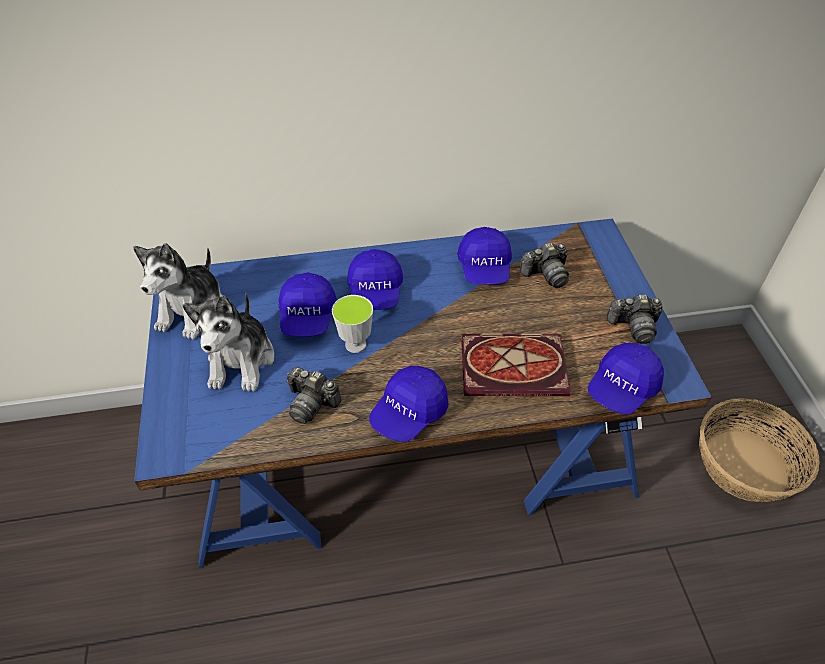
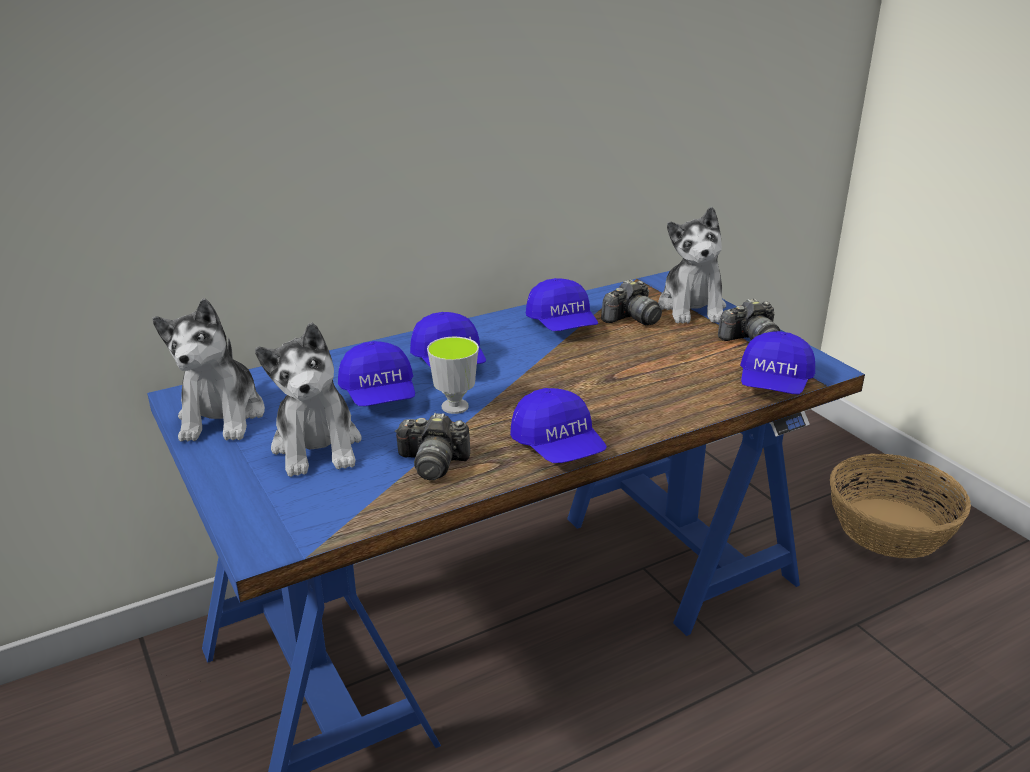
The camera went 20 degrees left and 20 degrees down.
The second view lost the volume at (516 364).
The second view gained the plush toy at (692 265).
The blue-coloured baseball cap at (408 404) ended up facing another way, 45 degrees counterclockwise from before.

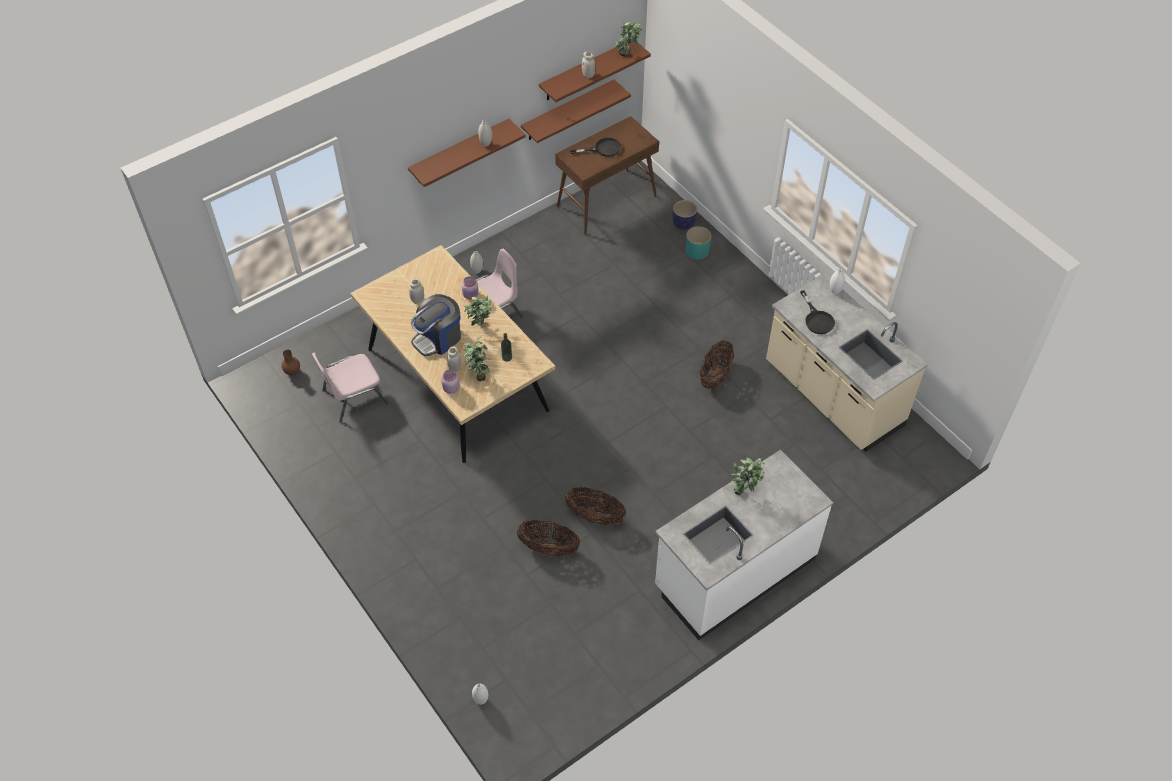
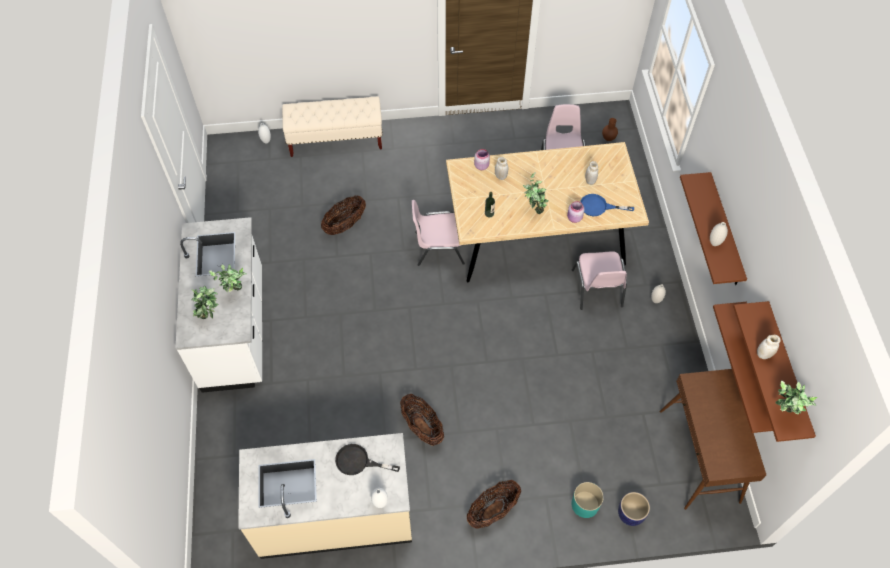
The camera went 120 degrees right and 5 degrees up.
The second view lost the coffee machine at (436 325).
The second view lost the blackish frying pan at (595 147).
The second view gained the beige-coloured bench at (332 127).
The second view gained the pink chair at (438 233).
The second view gained the blue-coloured frying pan at (607 205).
The plant in a pot ended up elsewhere, having gone from (477 358) to (204 302).
The storage basket ended up elsewhere, having gone from (595 506) to (494 504).

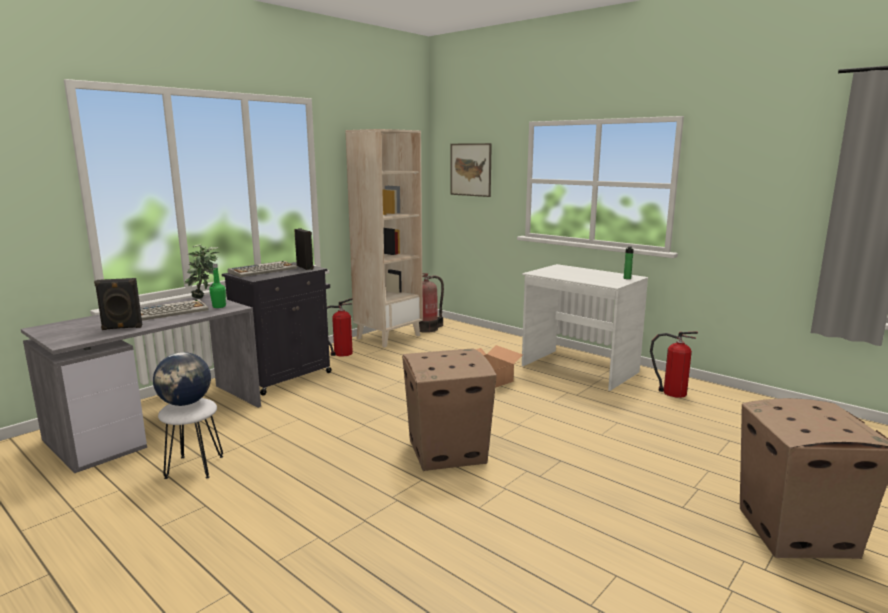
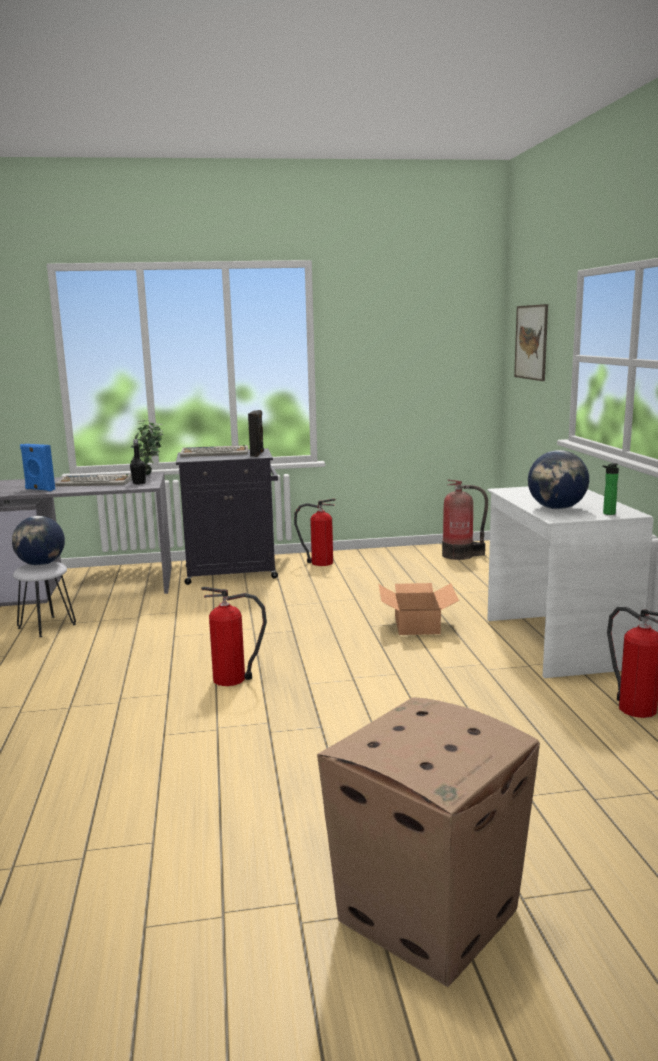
The camera went 40 degrees right and 0 degrees up.
The second view lost the beige-coloured bookshelf at (384 238).
The second view gained the desk globe at (558 480).
Where the cardboard box stood at (449 410), the fire extinguisher came to stand at (234 636).
What was the blackish audio speaker at (118 304) turned into the blue-coloured audio speaker at (37 467).
What was the green-coloured bottle at (217 285) turned into the blackish bottle at (138 462).

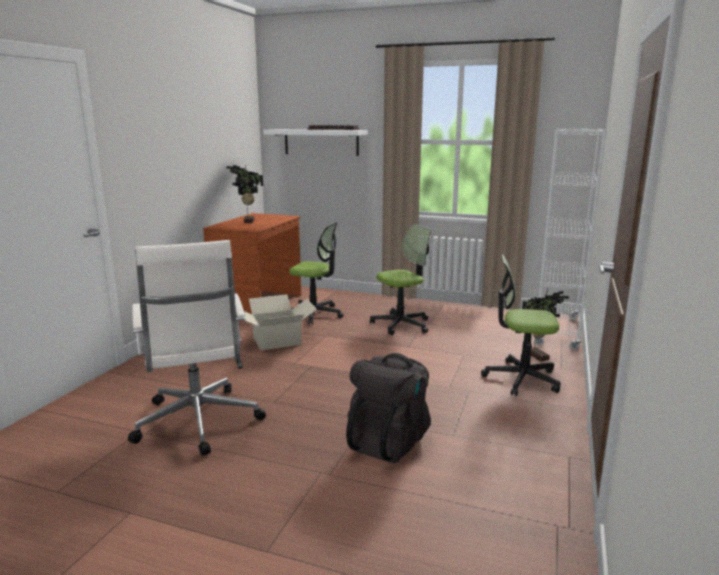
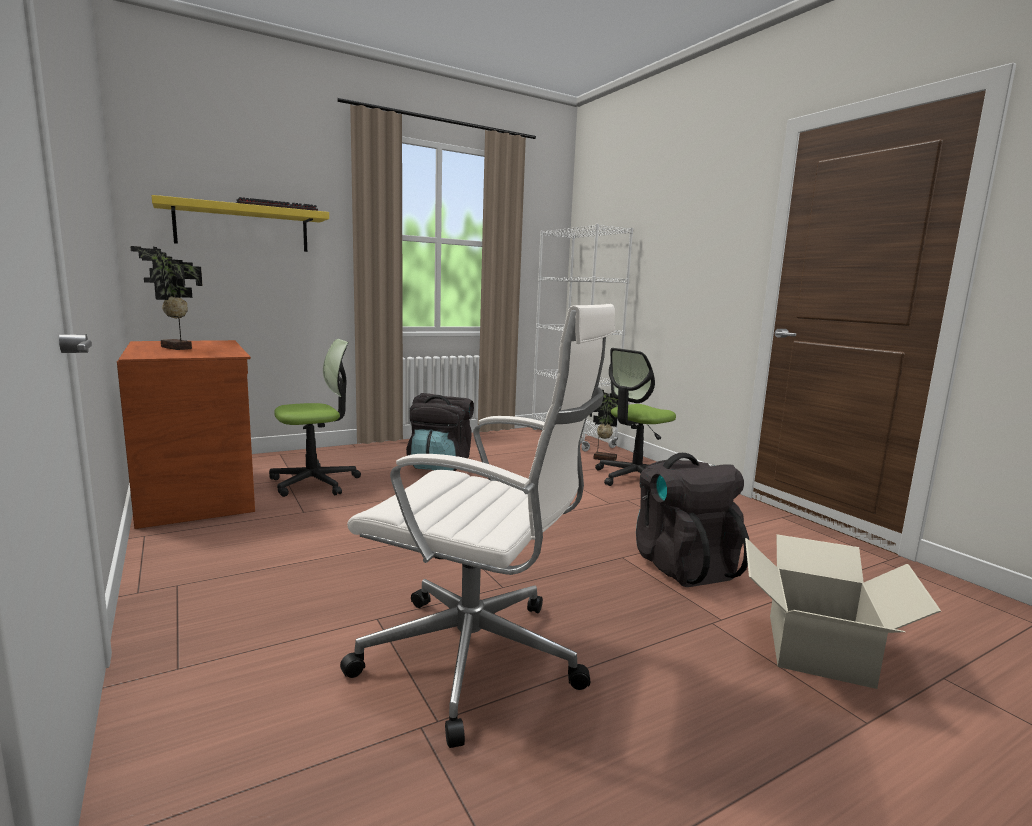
The camera went 50 degrees left and 5 degrees down.
The cardboard box ended up elsewhere, having gone from (280 322) to (843 611).
Where the computer chair stood at (400 279), the blackish backpack came to stand at (440 432).
What was the whitish bracket shelf at (315 142) turned into the yellow bracket shelf at (240 223).

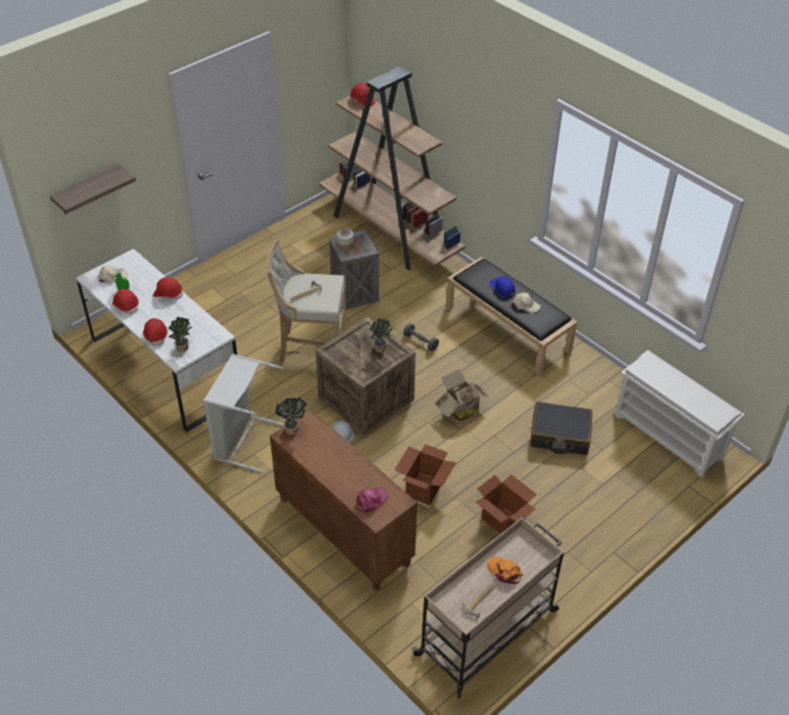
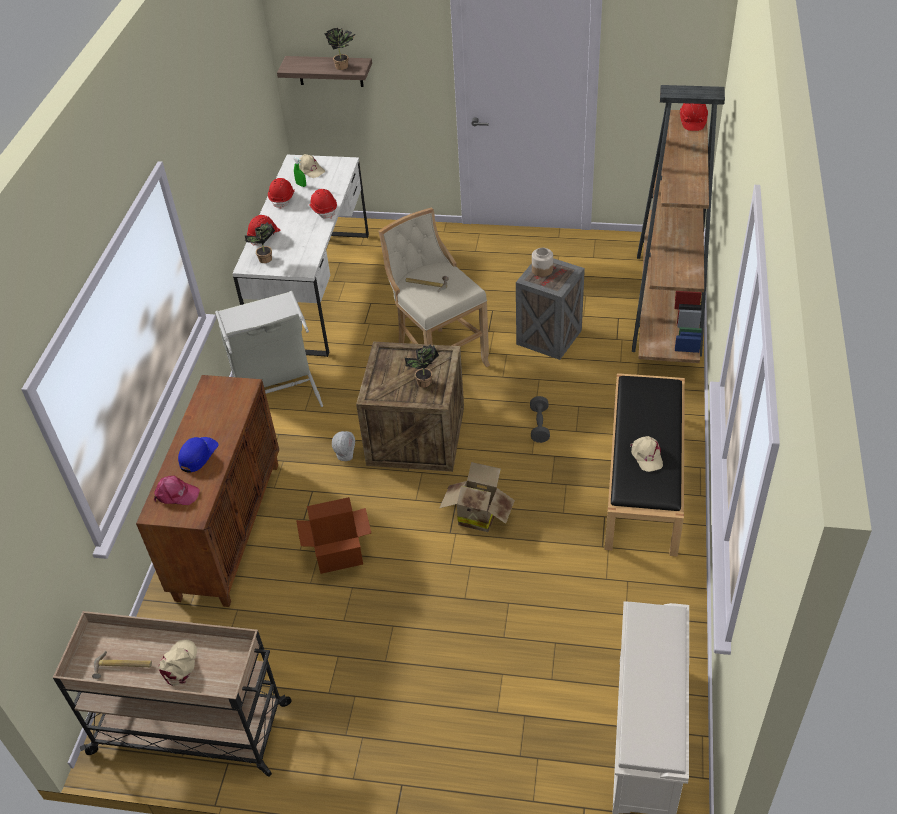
The camera went 55 degrees right and 0 degrees up.
The second view lost the cardboard box at (506 504).
The second view lost the blackish piece of luggage at (561 428).
The plant in a pot ended up elsewhere, having gone from (291 416) to (340 49).
The blue-coloured baseball cap ended up elsewhere, having gone from (502 287) to (198 455).
What was the orange baseball cap at (505 570) turned into the beige-coloured baseball cap at (178 662).

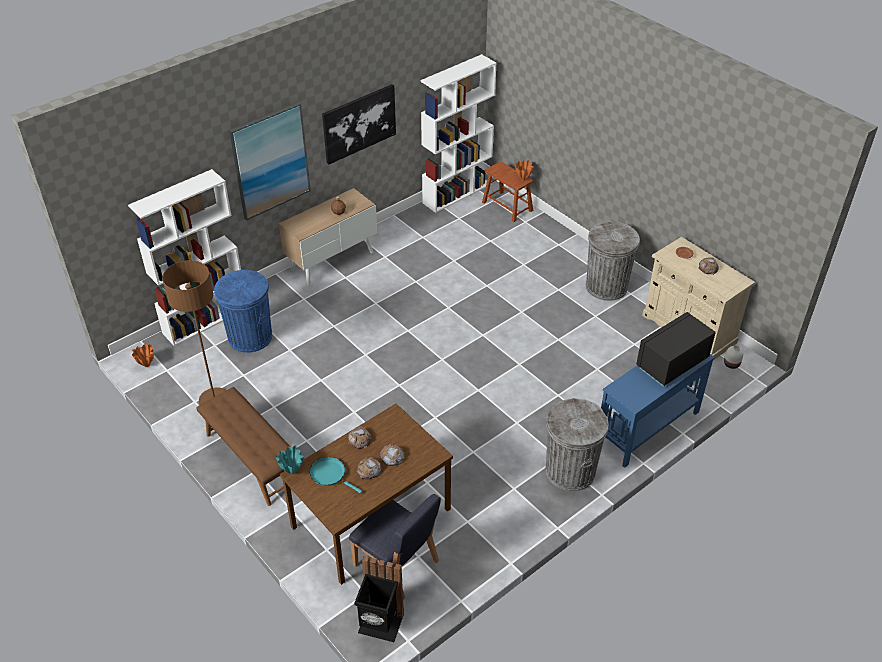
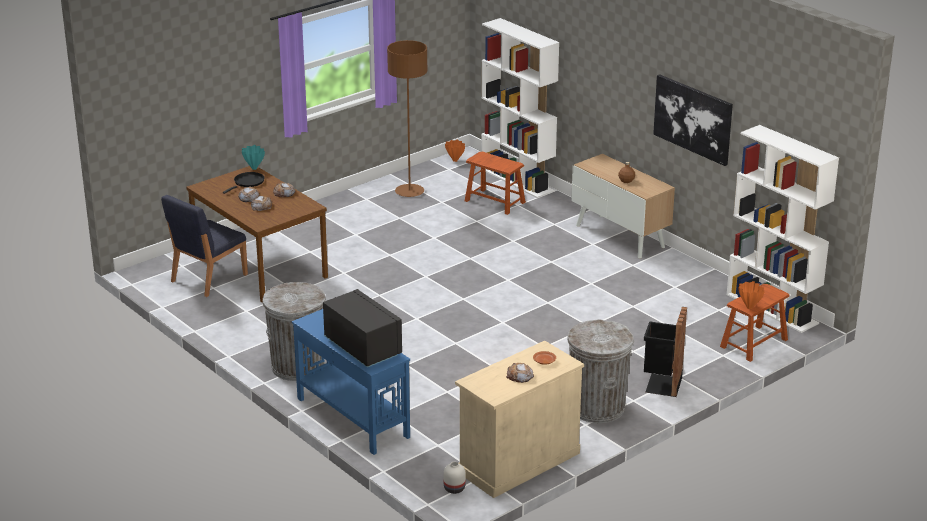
The camera went 90 degrees right and 15 degrees down.
The second view lost the brown bench at (244 446).
The second view lost the wall picture at (270 161).
The blackish rubbish bin ended up elsewhere, having gone from (379 599) to (665 352).
Where the blue-coloured rubbish bin stood at (243 311), the brown stool seat came to stand at (495 183).
What was the turquoise-coloured frying pan at (336 475) turned into the blackish frying pan at (243 183).

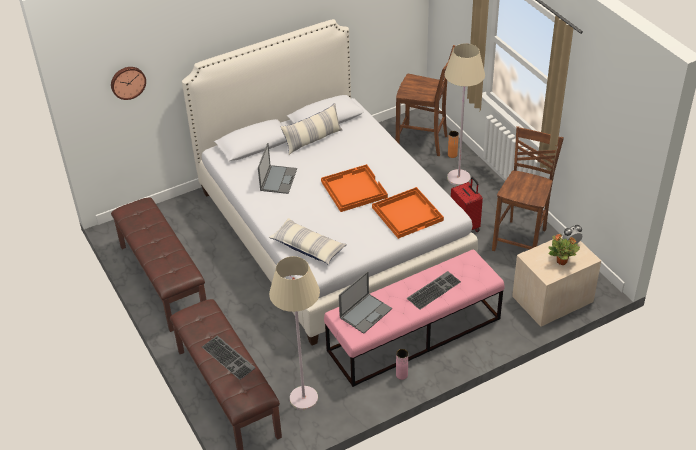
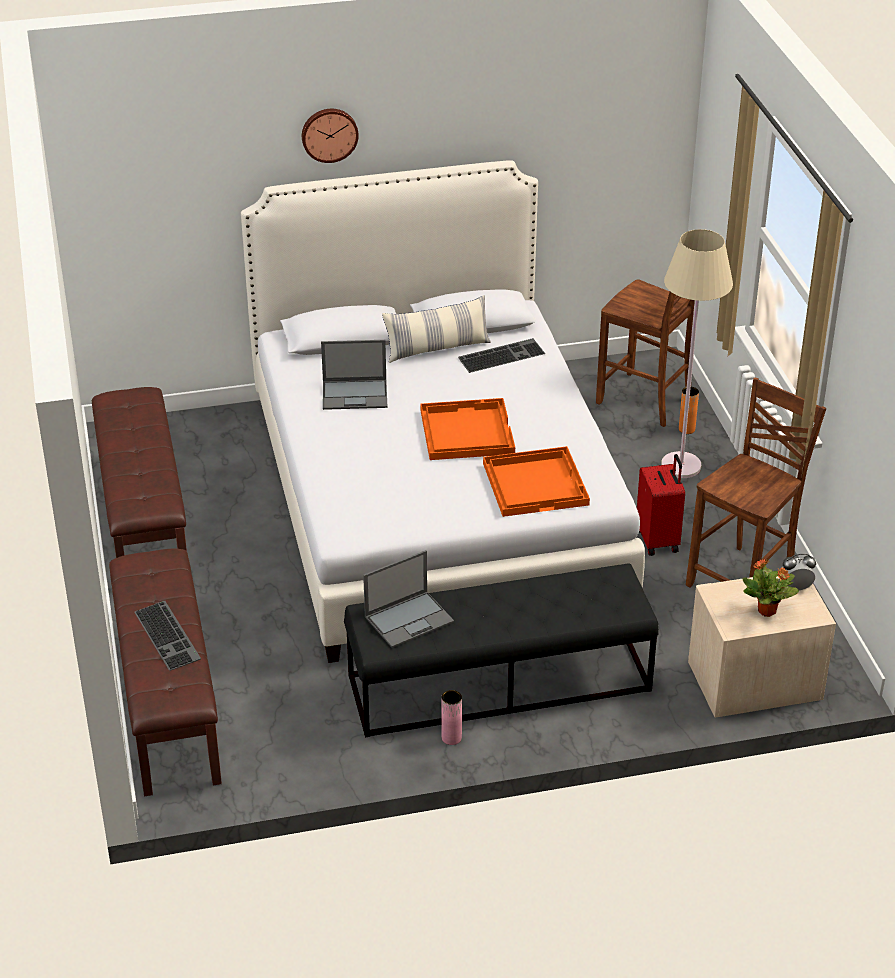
The camera went 15 degrees right and 5 degrees down.
The second view lost the pillow at (307 241).
The second view lost the beige-coloured standing lamp at (294 333).
The clock on the wall ended up elsewhere, having gone from (128 83) to (330 136).
The PC keyboard ended up elsewhere, having gone from (434 290) to (501 355).
What was the pink bench at (414 318) turned into the blackish bench at (501 651).
The portable computer at (277 168) ended up facing another way, 60 degrees clockwise from before.

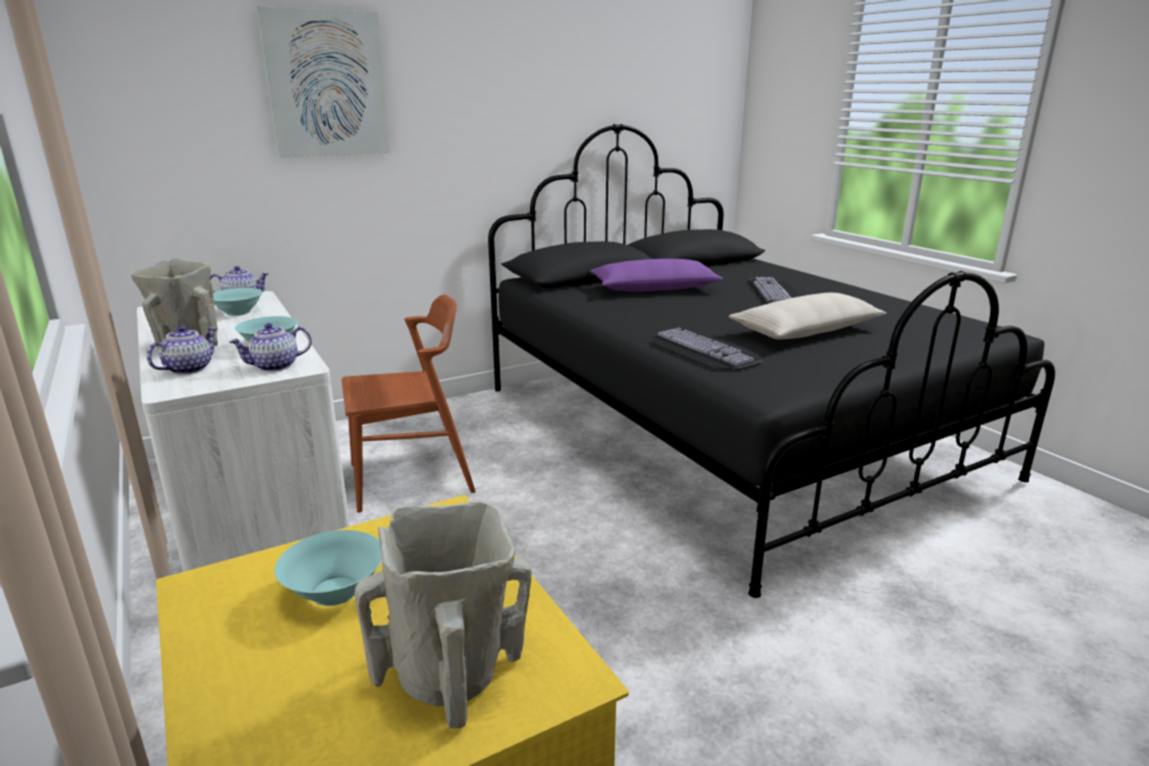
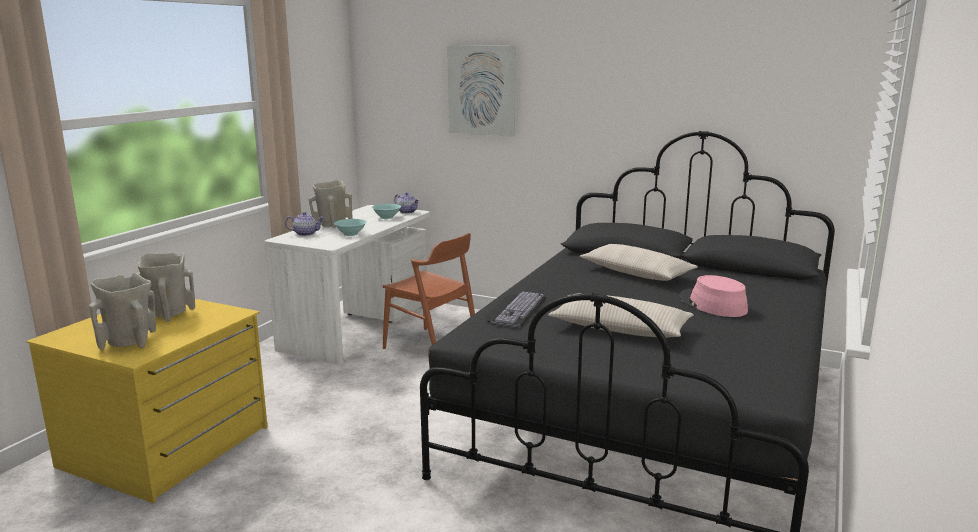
The camera went 55 degrees right and 5 degrees down.
The second view lost the pot for tea at (270 347).
Where the turquoise-coloured serving bowl stood at (328 568), the beige-coloured flower vase came to stand at (166 287).
Where the PC keyboard stood at (774 290), the pink hat came to stand at (713 296).
What was the purple pillow at (656 275) turned into the beige-coloured pillow at (639 262).

